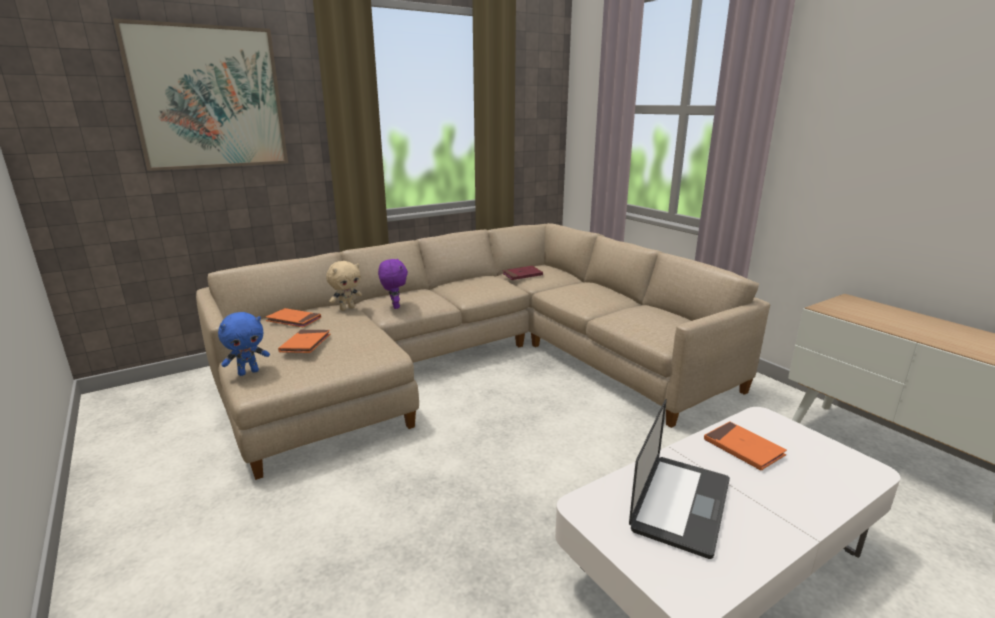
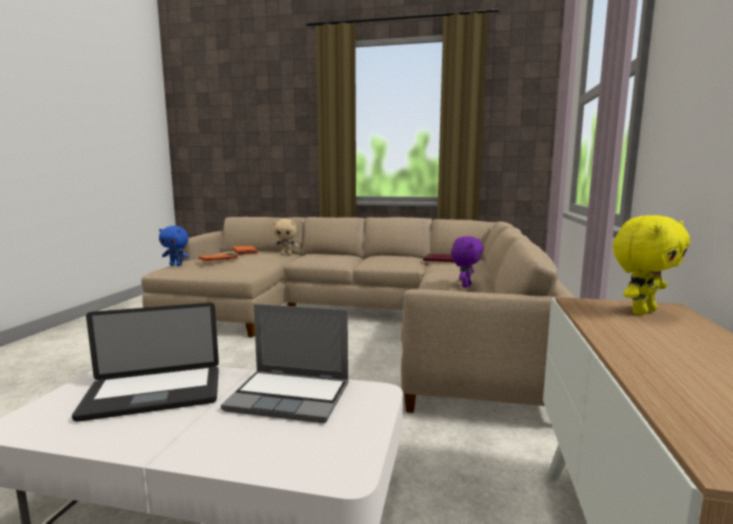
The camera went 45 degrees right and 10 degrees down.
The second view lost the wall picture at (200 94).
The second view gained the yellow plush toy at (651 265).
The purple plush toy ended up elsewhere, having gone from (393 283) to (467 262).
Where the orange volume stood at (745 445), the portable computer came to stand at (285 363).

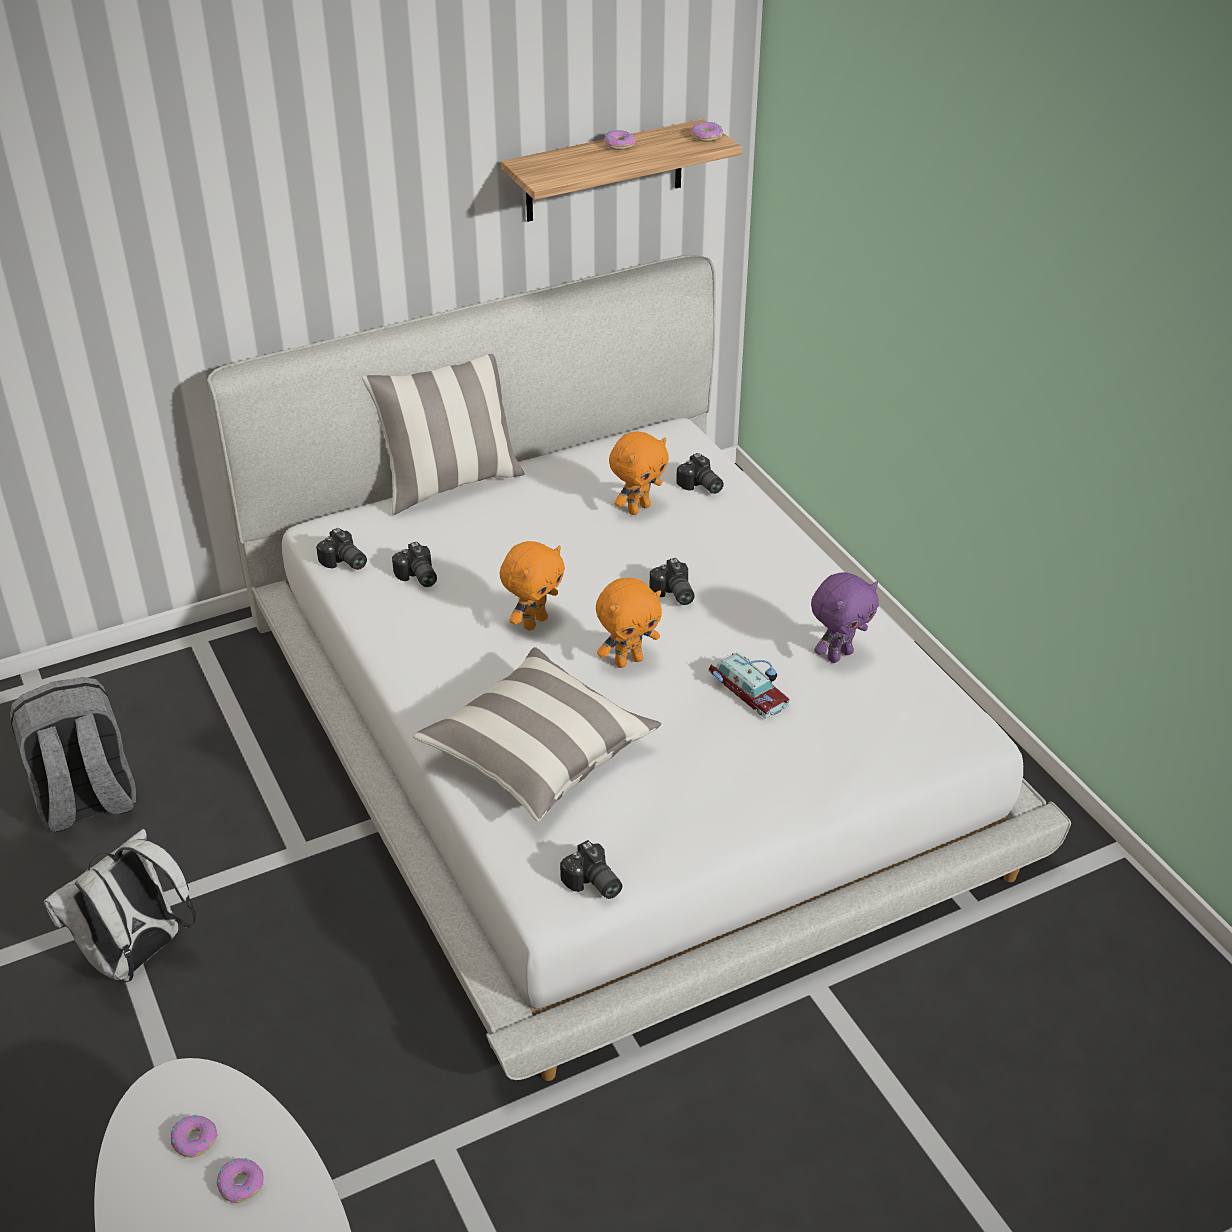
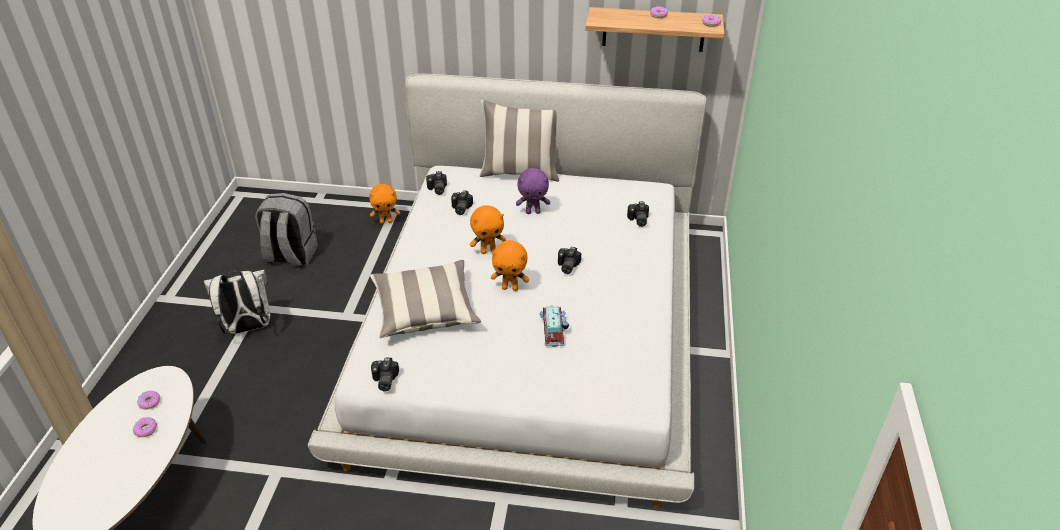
The camera went 35 degrees right and 0 degrees up.
The orange plush toy ended up elsewhere, having gone from (639 473) to (384 204).
The purple plush toy ended up elsewhere, having gone from (845 617) to (533 191).

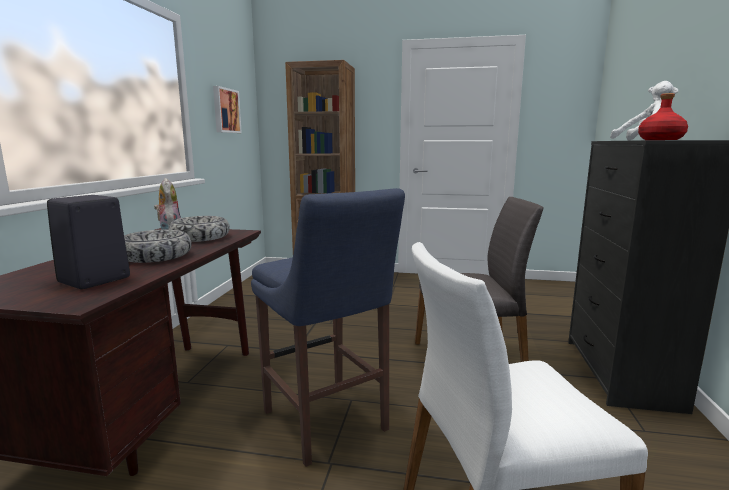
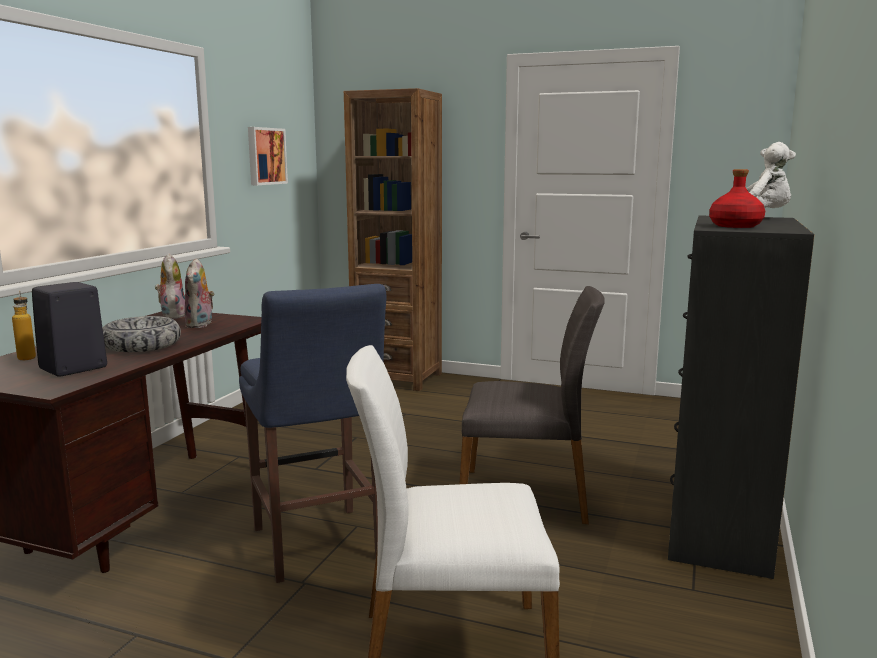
The camera went 10 degrees right and 0 degrees up.
The second view gained the bottle at (24 325).
Where the serving bowl stood at (199 229), the plush toy came to stand at (199 293).

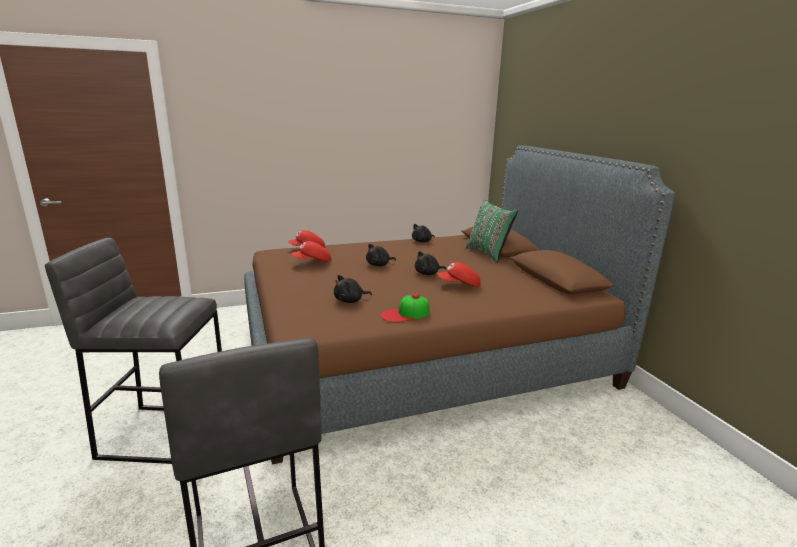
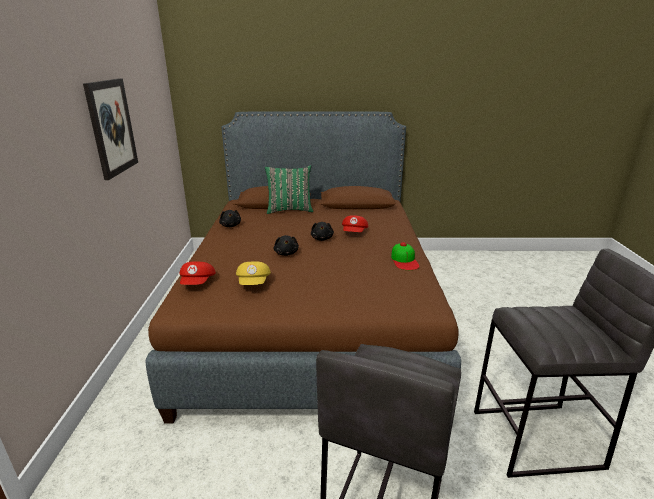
The camera went 70 degrees left and 5 degrees up.
The second view lost the blackish plush toy at (353 289).
The second view gained the wall picture at (110 129).
What was the red baseball cap at (311 251) turned into the yellow baseball cap at (253 273).

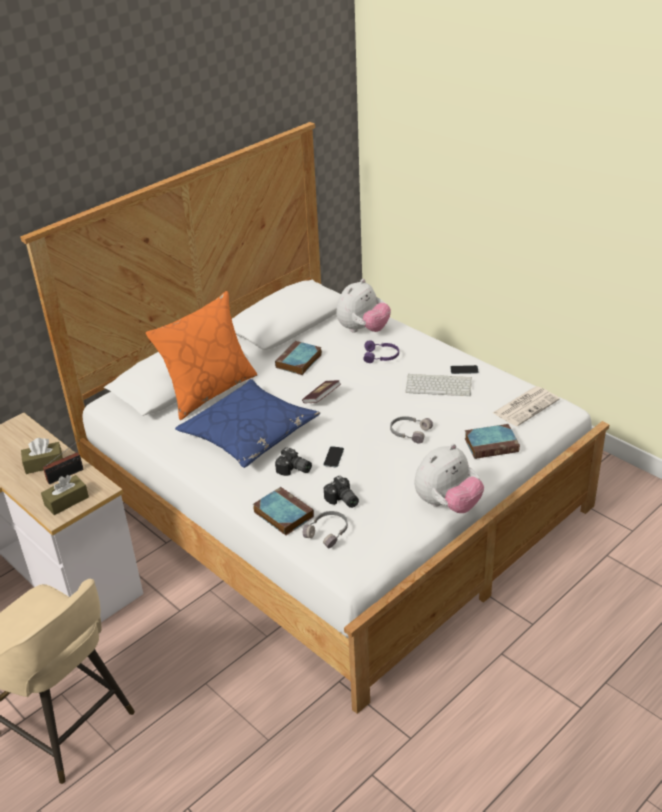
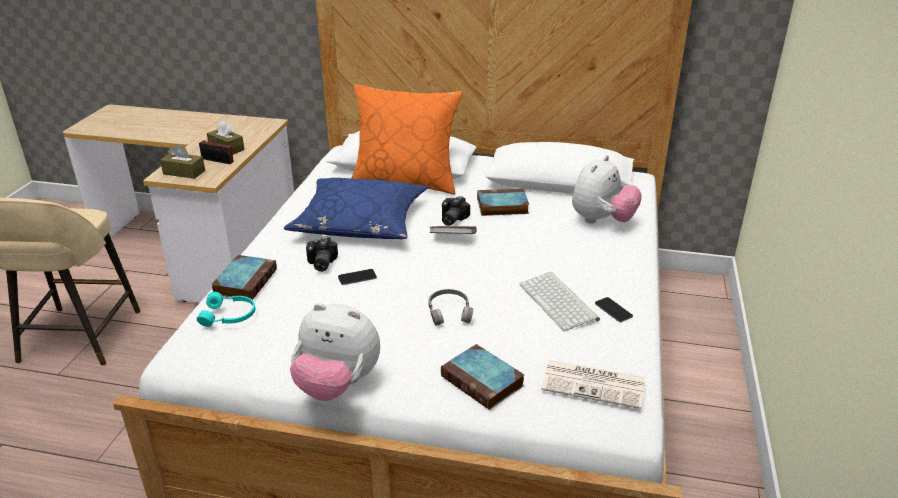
The camera went 55 degrees right and 5 degrees down.
The second view lost the purple pair of headphones at (381 351).
The photo camera ended up elsewhere, having gone from (341 492) to (456 211).
What was the greyish pair of headphones at (325 529) turned into the turquoise-coloured pair of headphones at (226 309).
The plush toy at (363 305) ended up facing another way, 60 degrees counterclockwise from before.

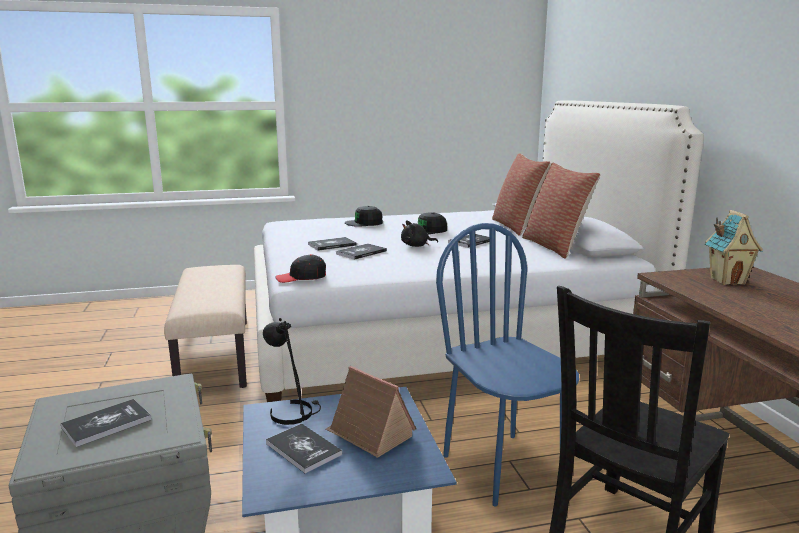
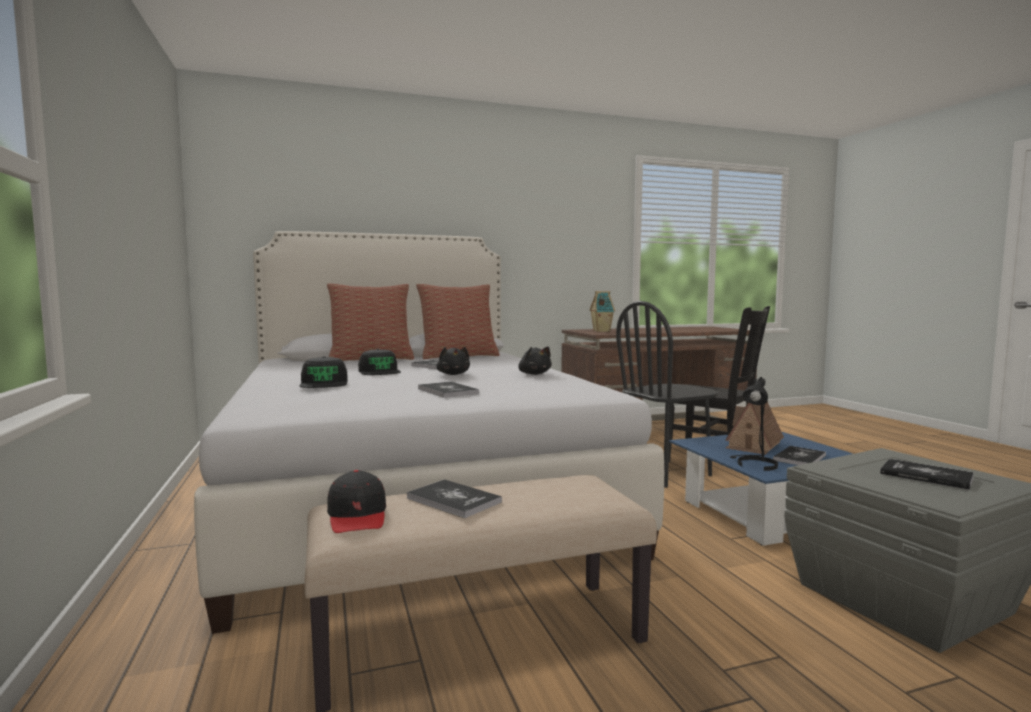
The camera went 95 degrees left and 10 degrees down.
The second view gained the blackish plush toy at (535 360).
The blackish baseball cap ended up elsewhere, having gone from (301 268) to (356 501).
The volume ended up elsewhere, having gone from (361 252) to (454 498).
What was the blue-coloured chair at (507 364) turned into the blackish chair at (667 394).

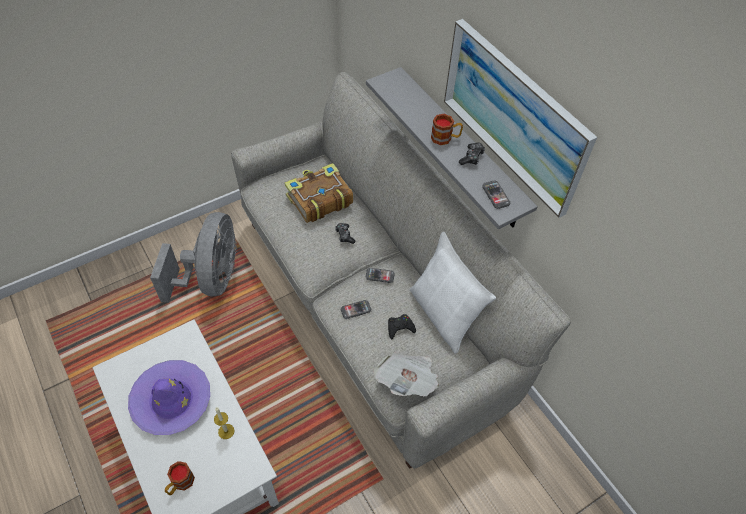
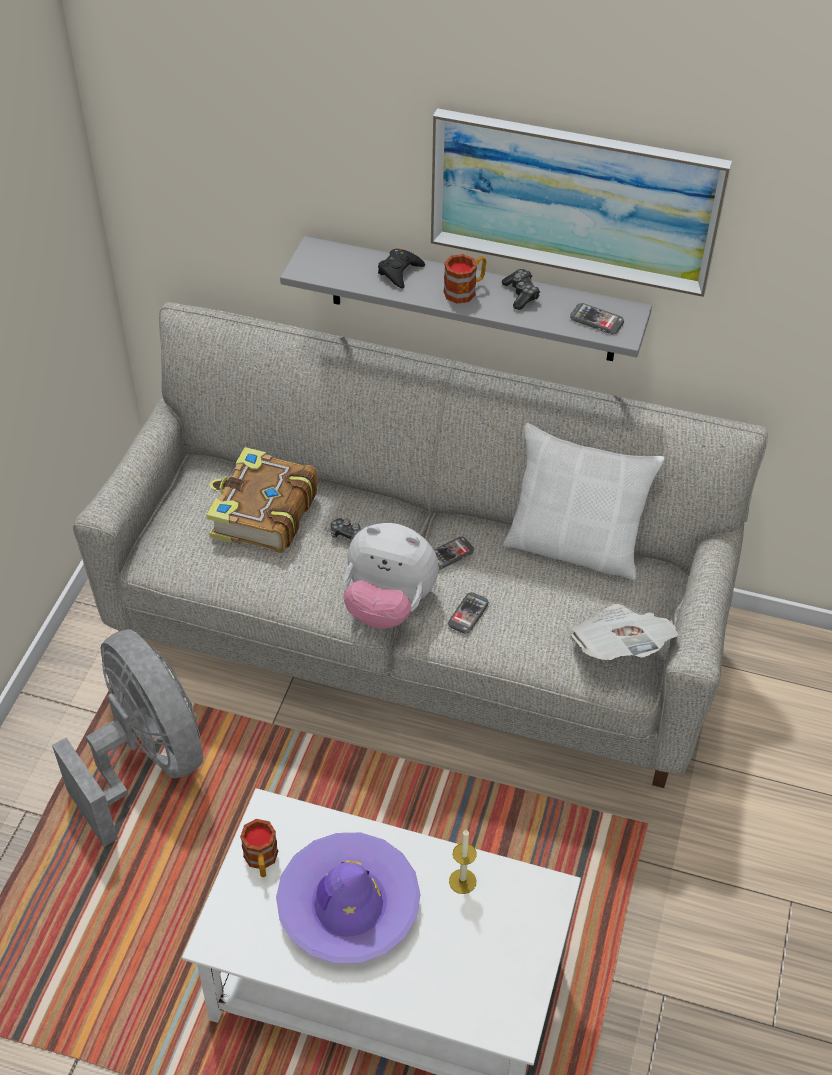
The camera went 40 degrees left and 5 degrees down.
The second view gained the plush toy at (391 576).
The coffee mug ended up elsewhere, having gone from (180 478) to (259 848).
The blackish game controller ended up elsewhere, having gone from (402 326) to (401 269).

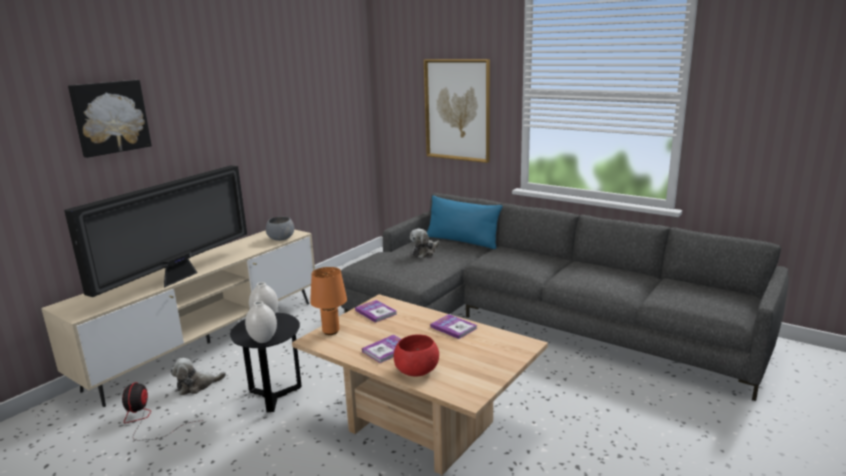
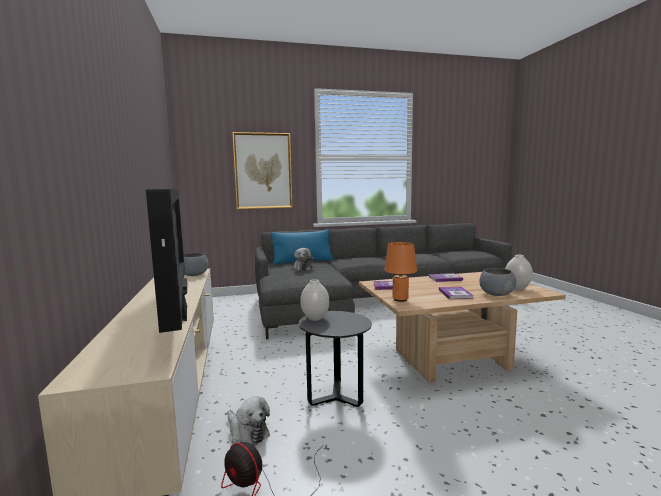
The camera went 50 degrees left and 10 degrees down.
The second view lost the wall picture at (110 119).
The whitish flower vase ended up elsewhere, having gone from (261 322) to (519 272).
What was the red serving bowl at (416 355) turned into the greyish serving bowl at (497 282).
The plush toy at (198 376) ended up facing another way, 60 degrees counterclockwise from before.

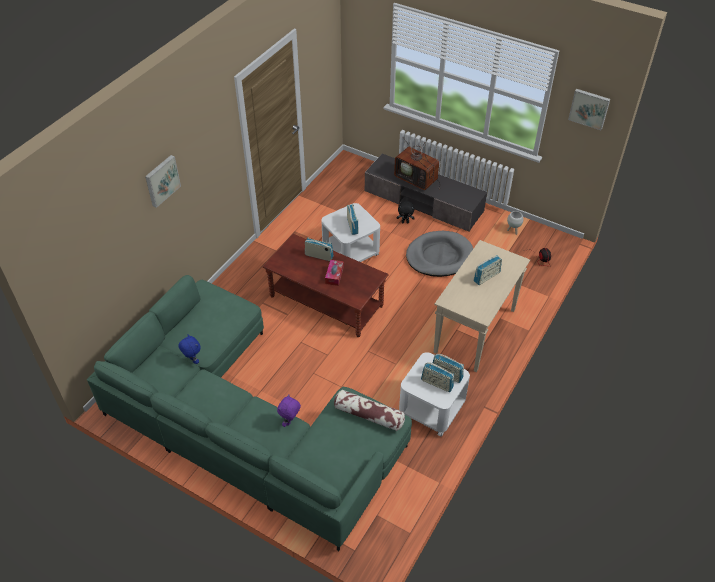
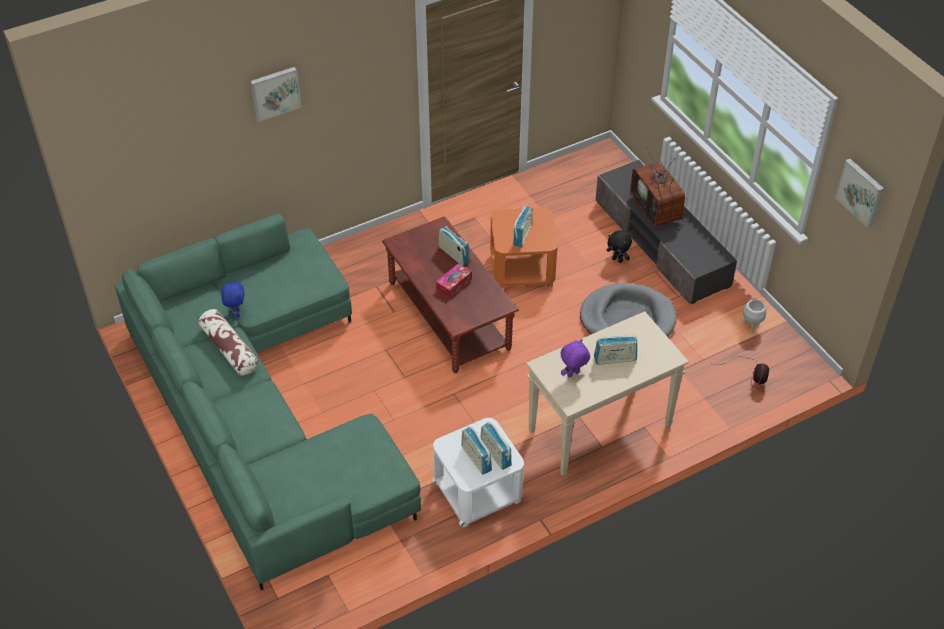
The camera went 30 degrees right and 0 degrees up.
The purple plush toy ended up elsewhere, having gone from (289 411) to (575 358).
The pillow ended up elsewhere, having gone from (369 410) to (228 342).
What was the whitish end table at (350 232) turned into the orange end table at (524 247).

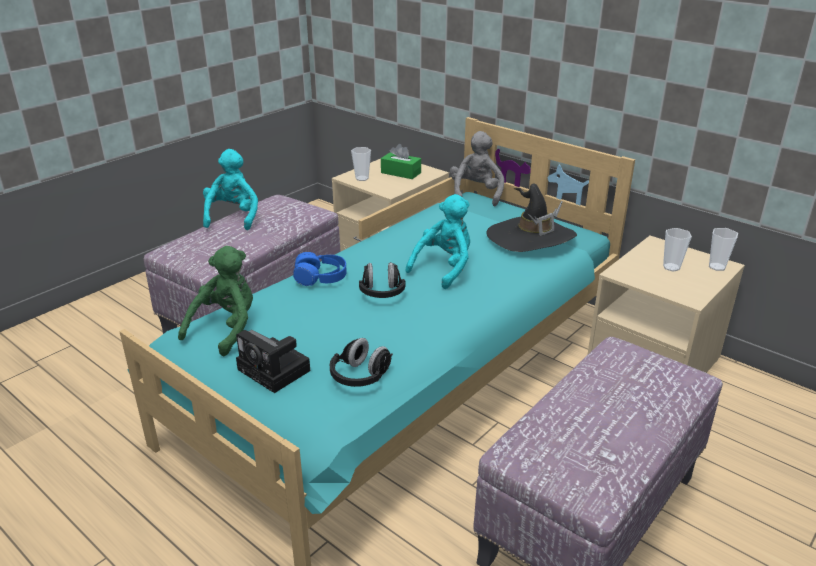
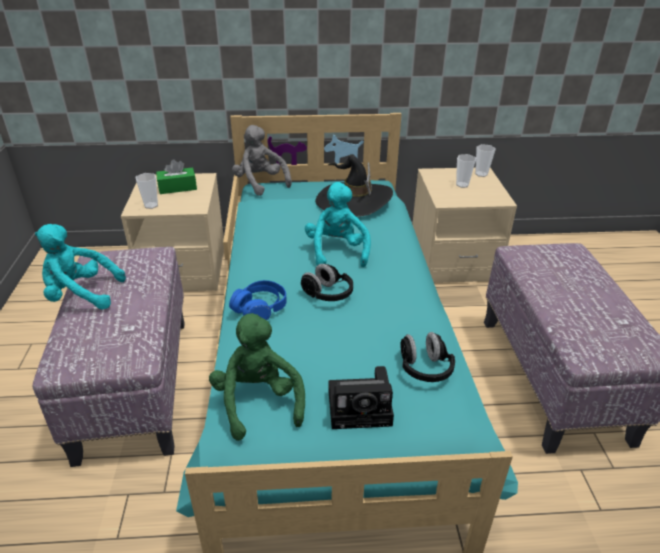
The camera went 45 degrees left and 5 degrees up.
The turquoise-coloured plush toy at (230 189) ended up facing another way, 45 degrees counterclockwise from before.

